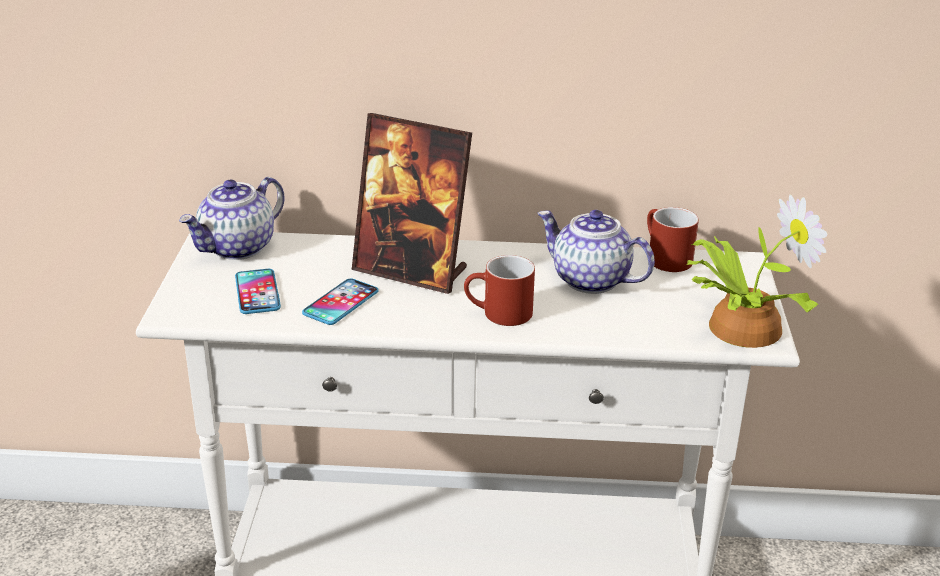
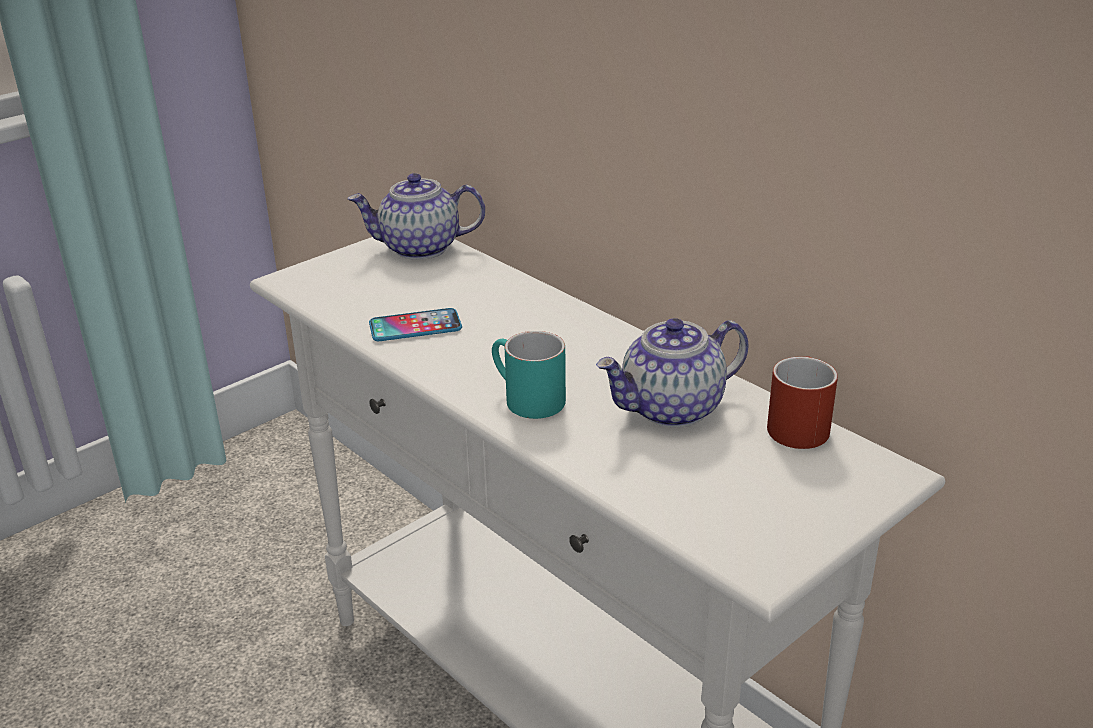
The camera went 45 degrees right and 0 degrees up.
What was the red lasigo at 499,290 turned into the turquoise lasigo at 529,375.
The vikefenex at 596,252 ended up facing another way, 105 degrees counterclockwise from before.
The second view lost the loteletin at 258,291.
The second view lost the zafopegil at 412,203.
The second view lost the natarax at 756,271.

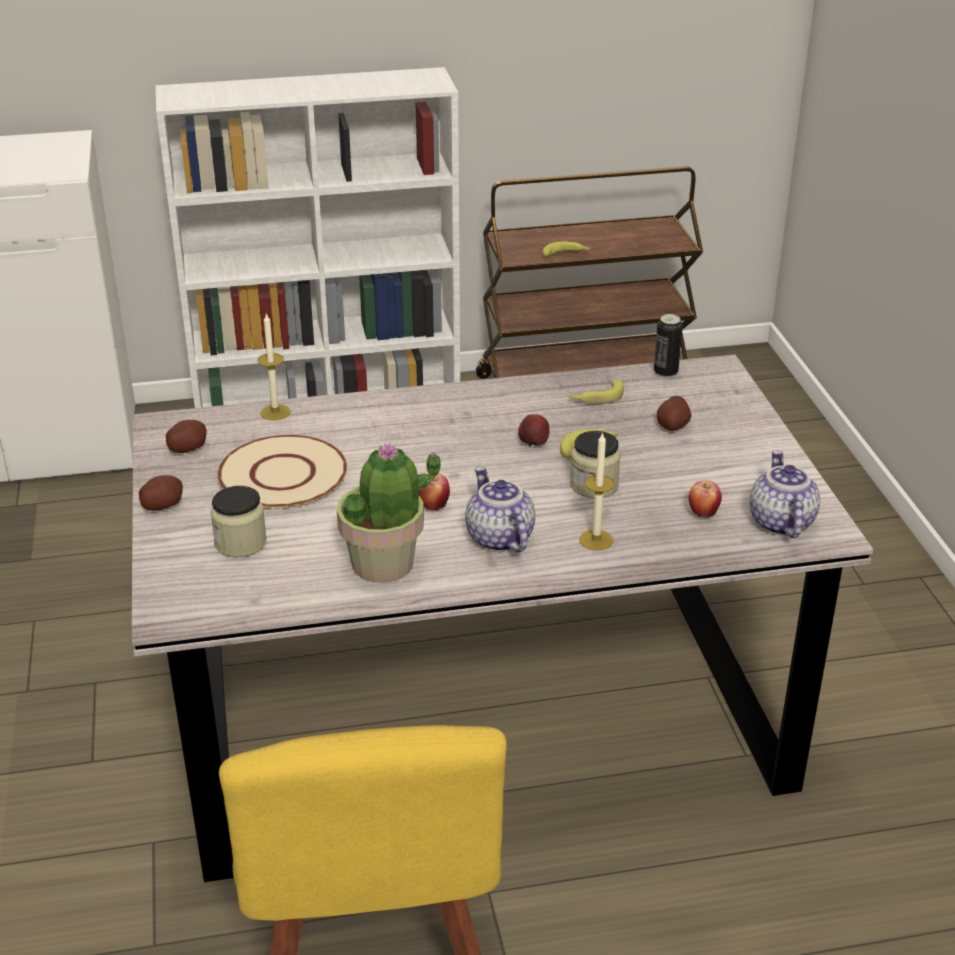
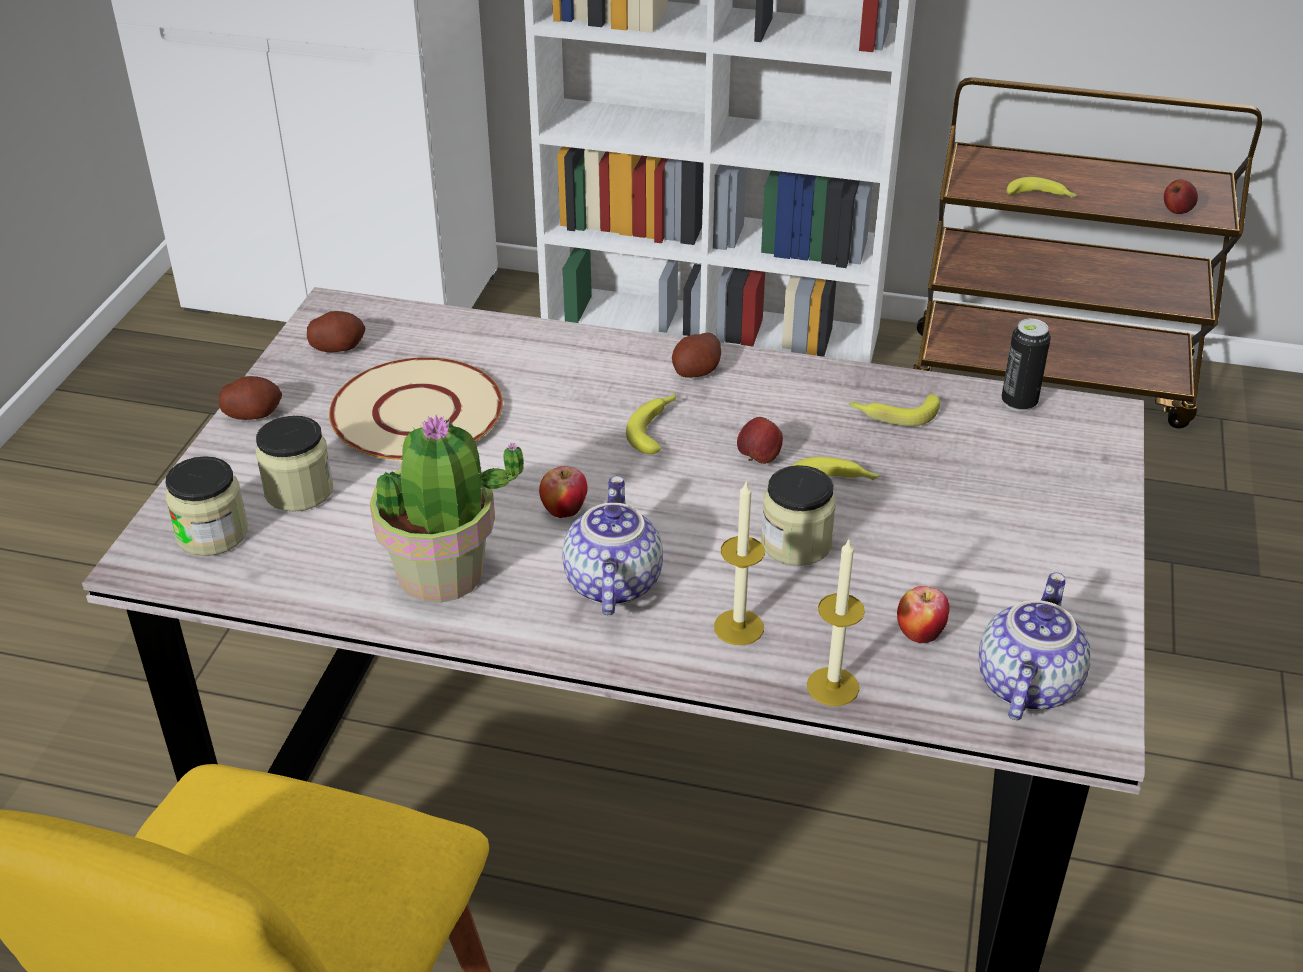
The camera went 25 degrees right and 5 degrees up.
The second view gained the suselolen at 206,506.
The second view gained the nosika at 651,423.
The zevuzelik ended up elsewhere, having gone from 674,413 to 696,355.
The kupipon ended up elsewhere, having gone from 274,366 to 836,622.
The second view gained the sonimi at 1181,196.

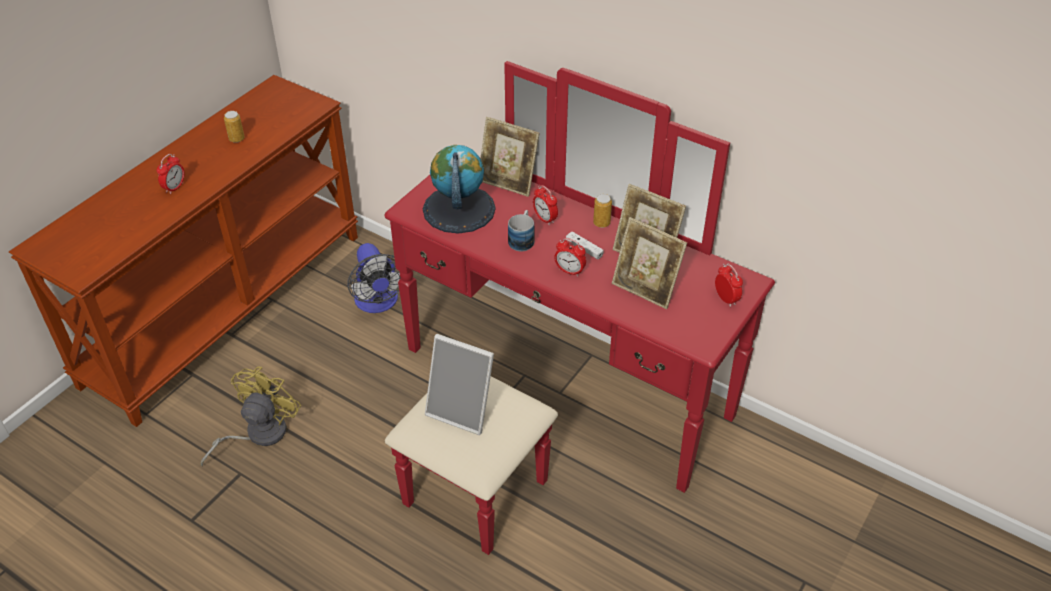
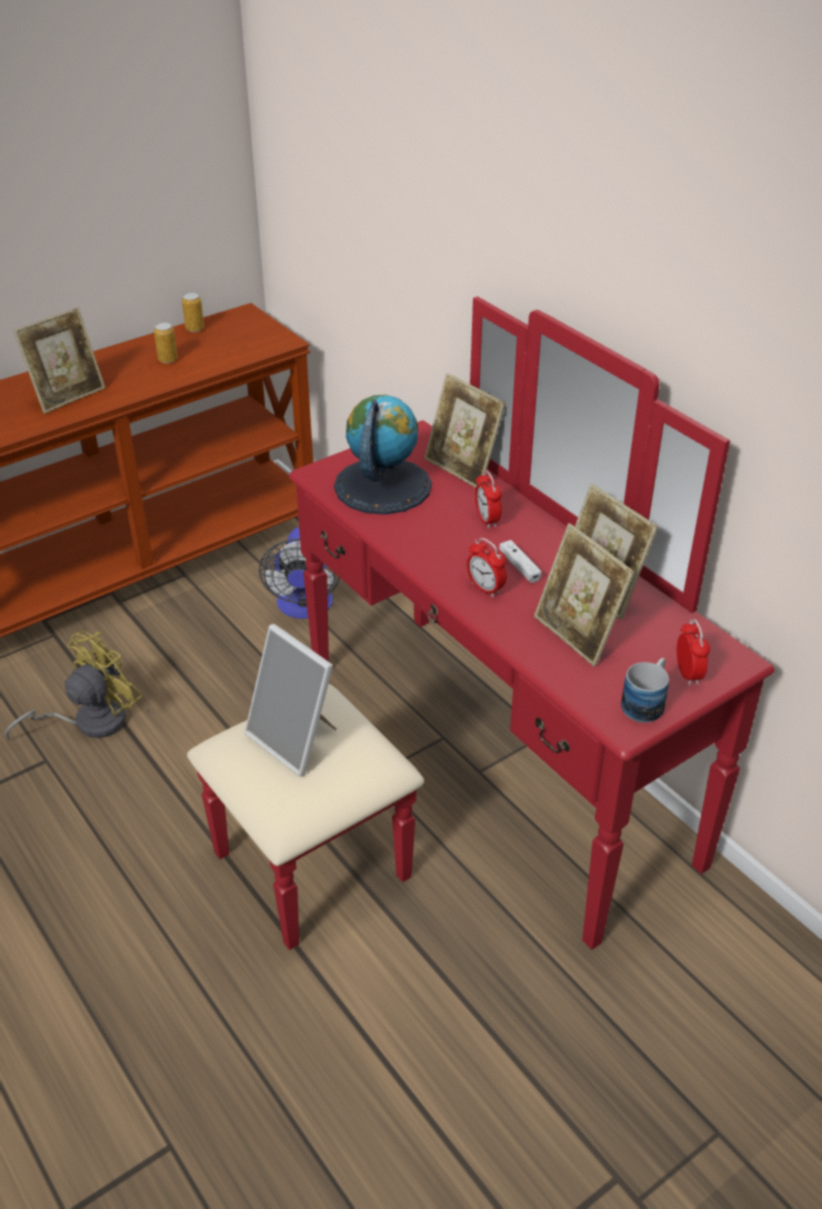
The camera went 20 degrees right and 5 degrees down.
Where the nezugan stood at 170,174, the zafopegil came to stand at 59,361.
The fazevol ended up elsewhere, having gone from 602,211 to 193,312.
The lasigo ended up elsewhere, having gone from 521,230 to 645,690.

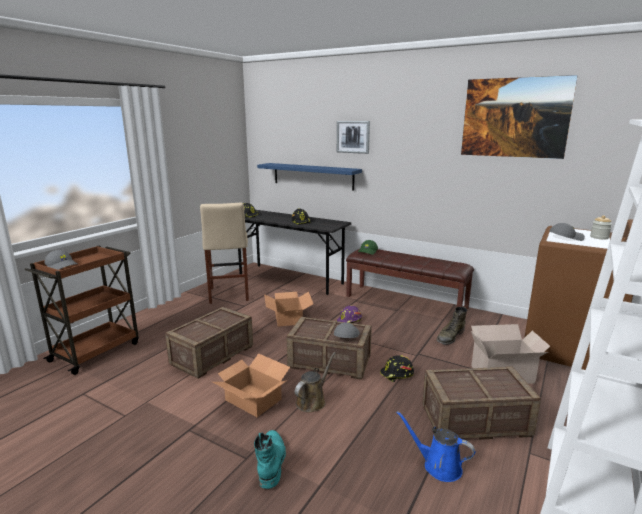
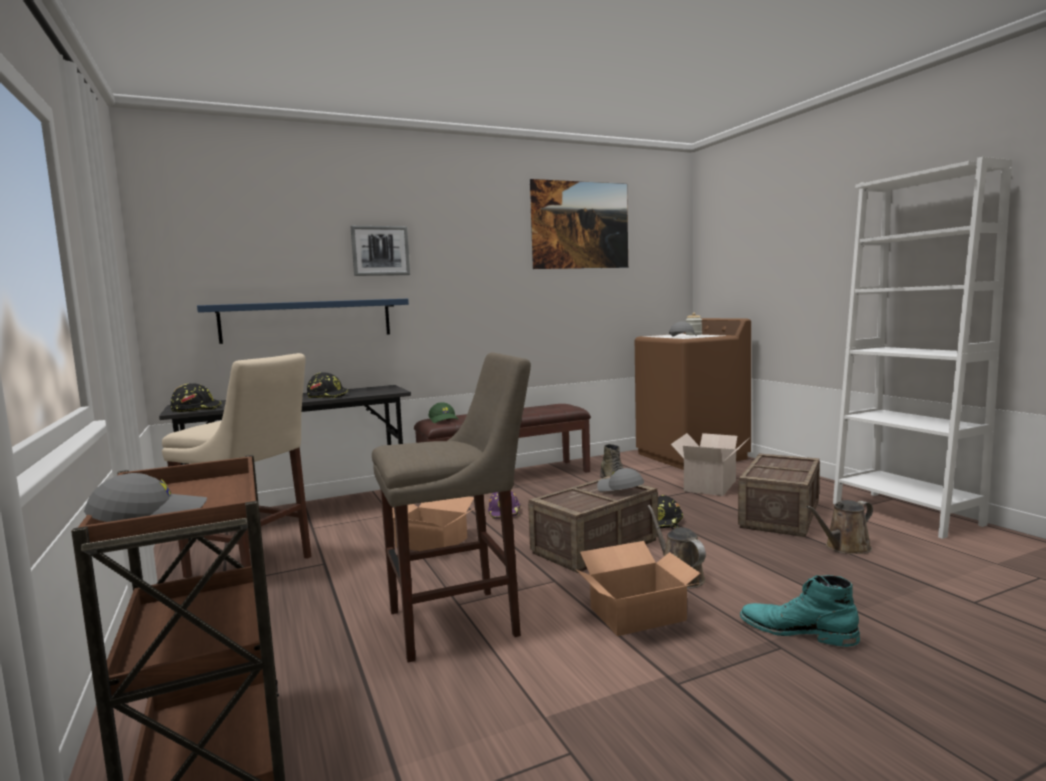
The camera went 55 degrees left and 10 degrees down.
Where the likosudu stood at 209,343, the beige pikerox came to stand at 451,507.
What was the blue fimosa at 435,446 turned into the brown fimosa at 839,527.

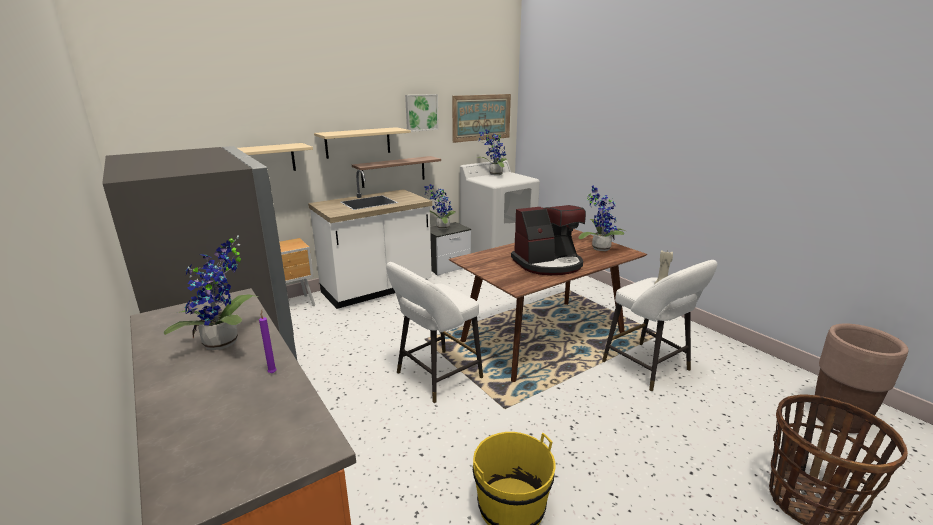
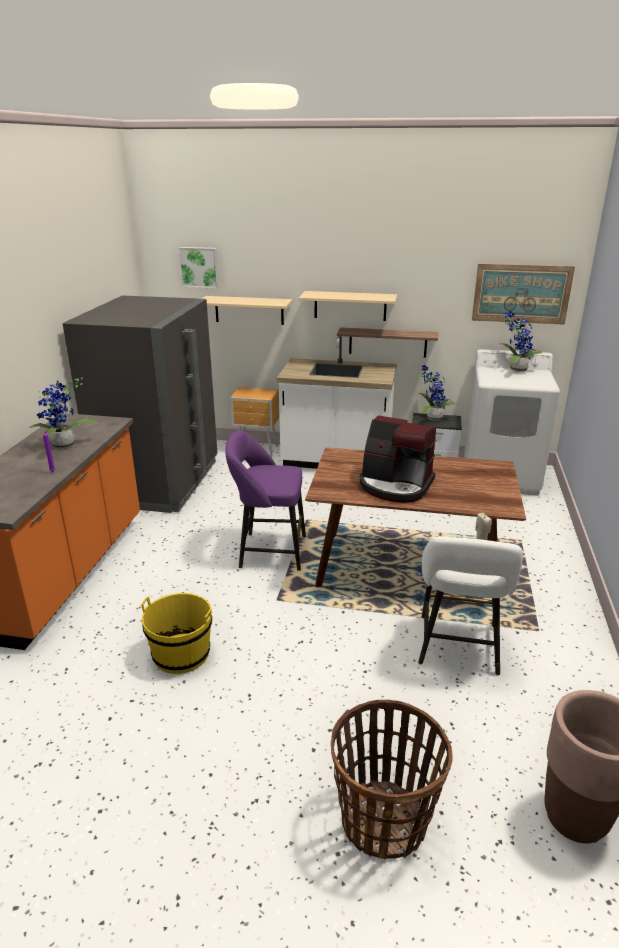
The camera went 45 degrees right and 5 degrees up.
The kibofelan ended up elsewhere, having gone from 422,113 to 198,268.
What was the white pikerox at 434,332 turned into the purple pikerox at 265,500.
The second view lost the natarax at 602,218.

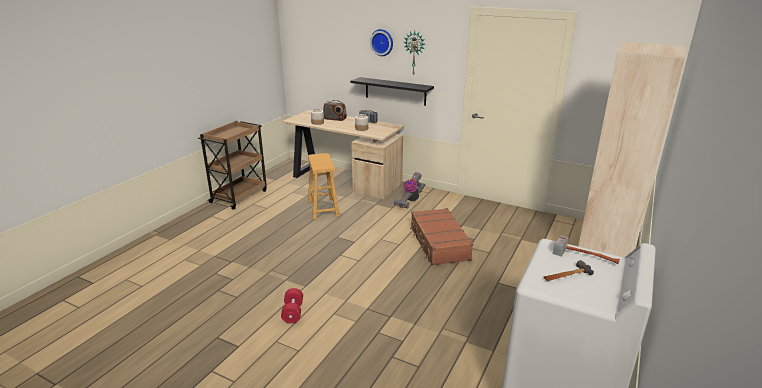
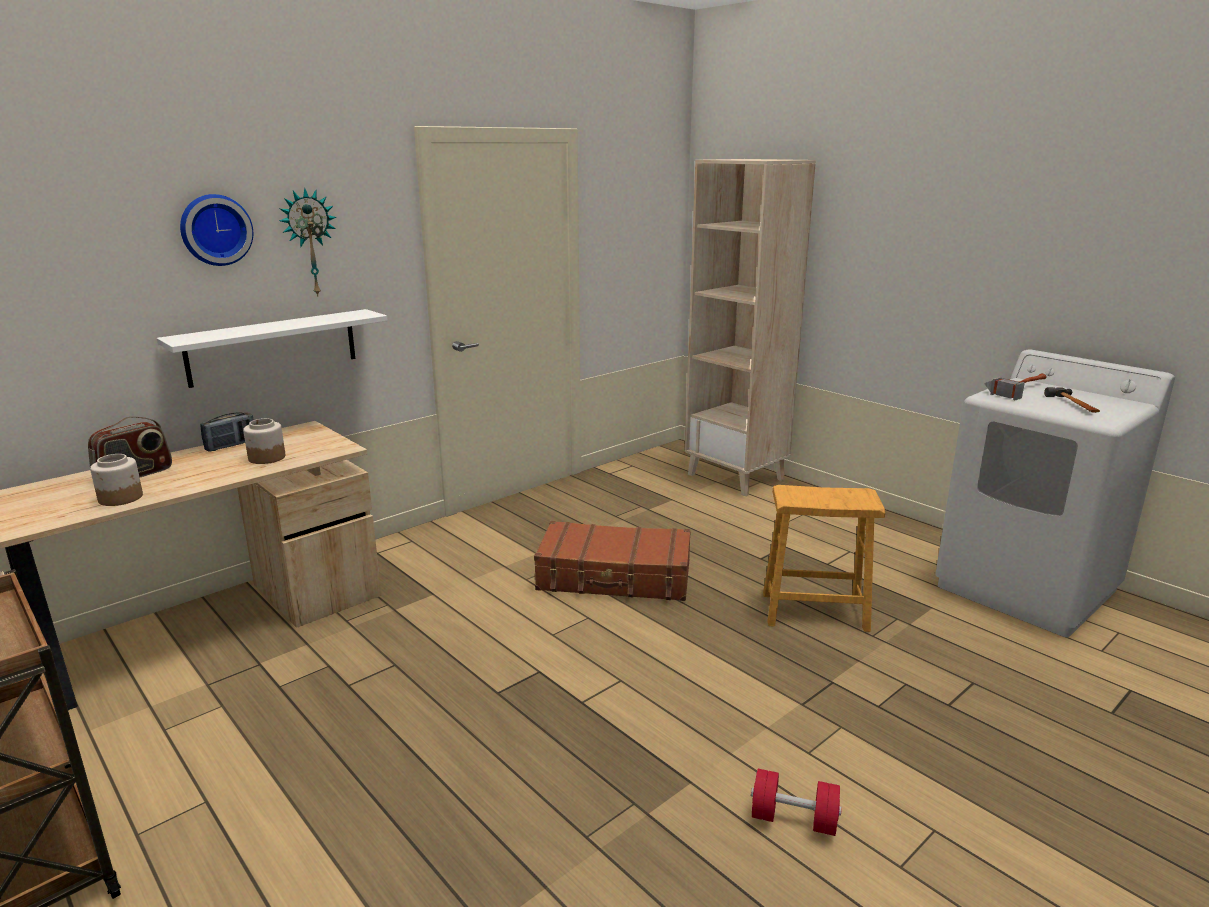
The camera went 70 degrees left and 5 degrees down.
What was the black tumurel at 392,91 turned into the white tumurel at 272,348.
The brown pikerox ended up elsewhere, having gone from 324,186 to 824,558.
The second view lost the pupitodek at 409,190.

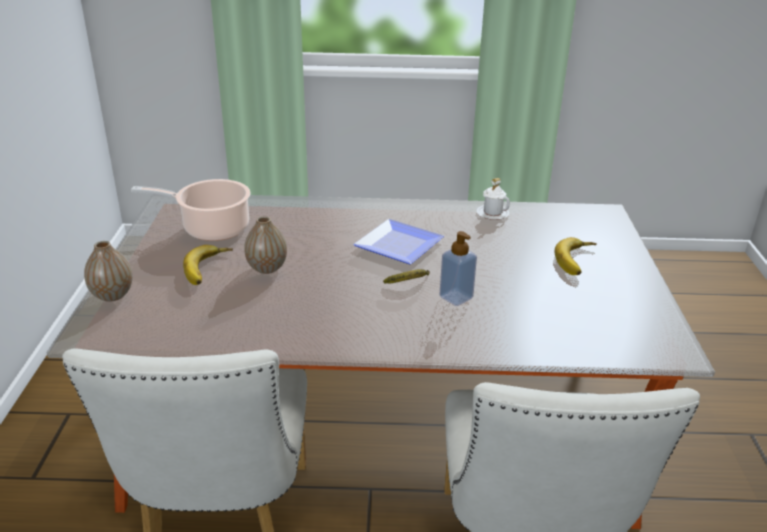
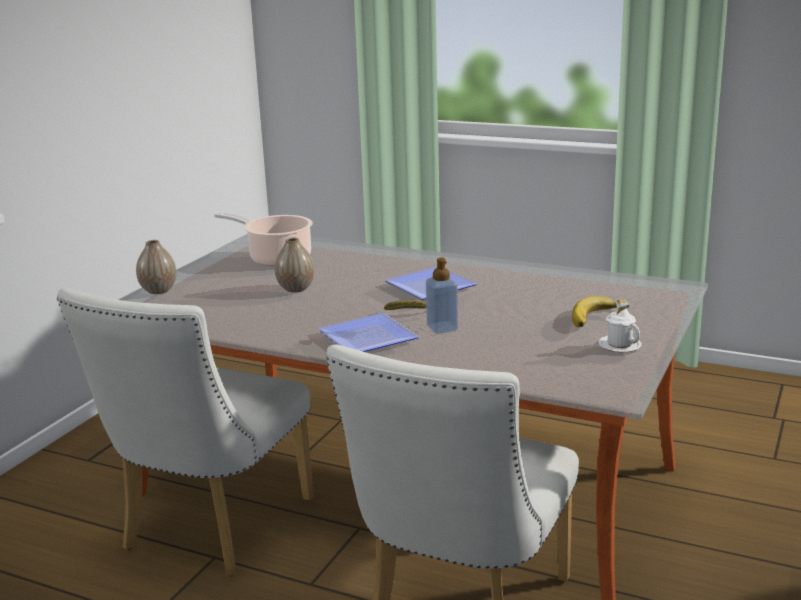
The camera went 25 degrees right and 10 degrees down.
The second view gained the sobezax at 368,332.
The white lasigo ended up elsewhere, having gone from 493,199 to 620,326.
The second view lost the nosika at 208,265.

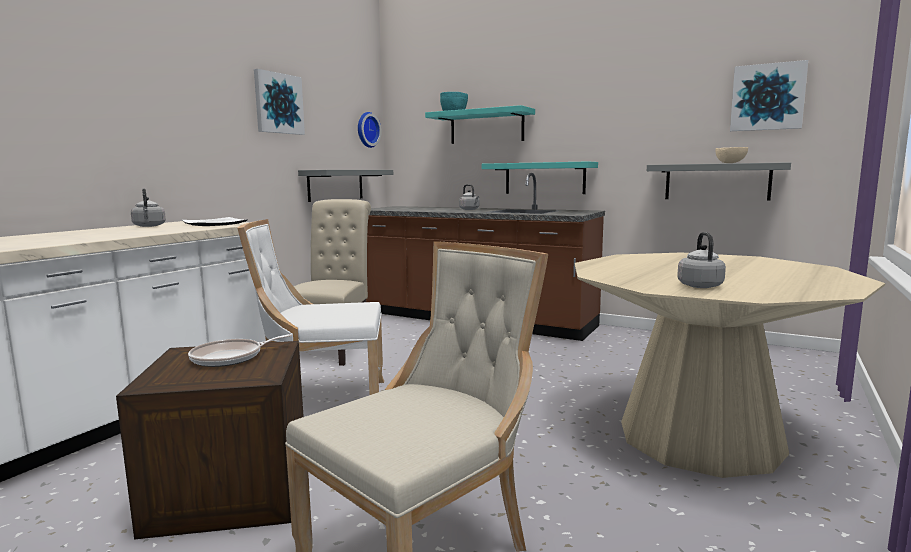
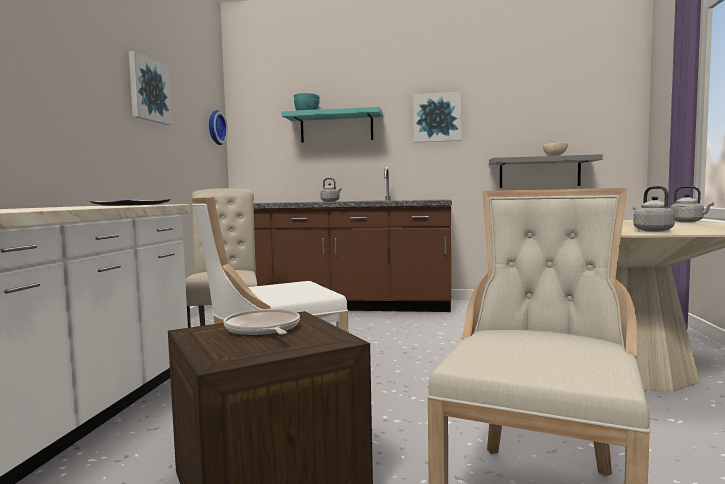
The camera went 20 degrees left and 5 degrees down.
The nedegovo at 240,350 ended up facing another way, 120 degrees clockwise from before.
The kibofelan ended up elsewhere, having gone from 769,95 to 437,117.
The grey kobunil ended up elsewhere, having gone from 148,207 to 692,204.
The second view lost the grey tumurel at 345,186.
The second view lost the turquoise tumurel at 540,177.

